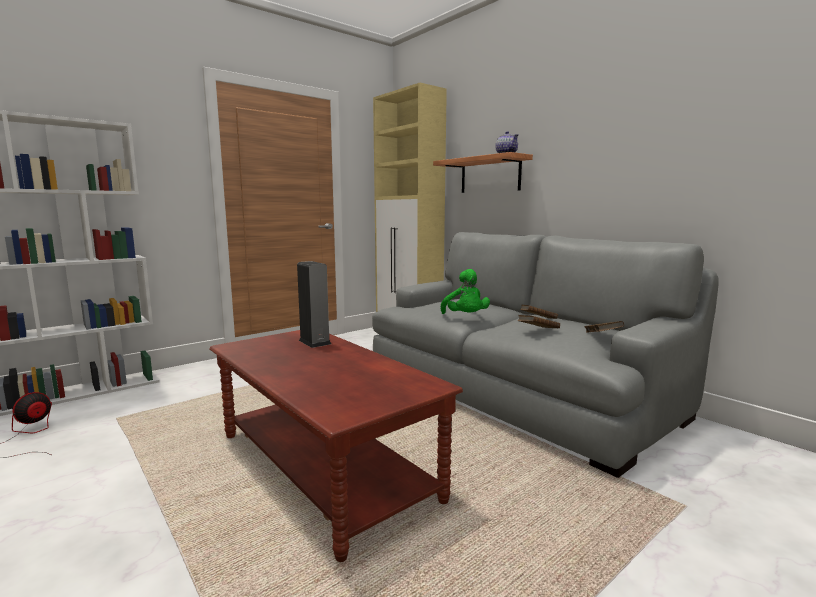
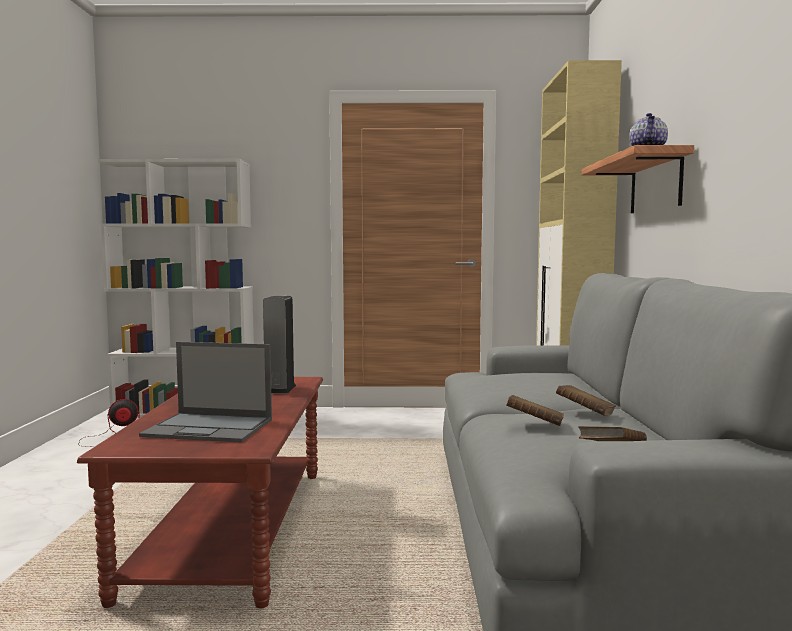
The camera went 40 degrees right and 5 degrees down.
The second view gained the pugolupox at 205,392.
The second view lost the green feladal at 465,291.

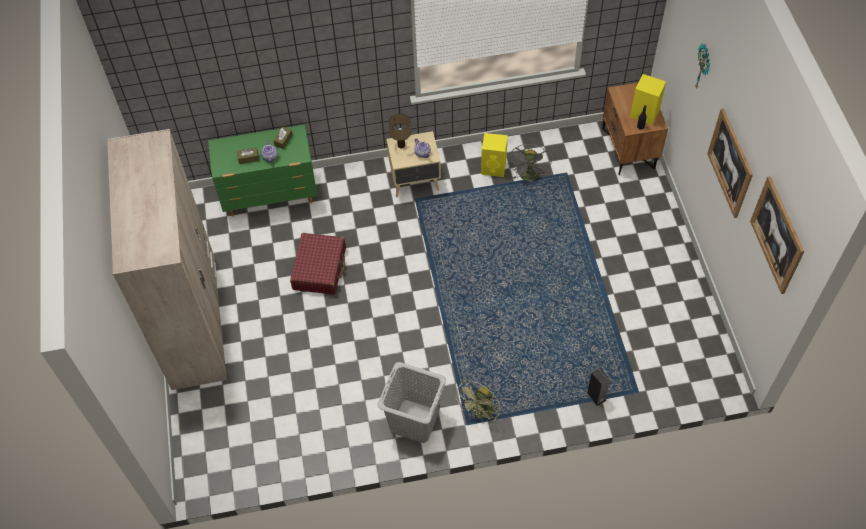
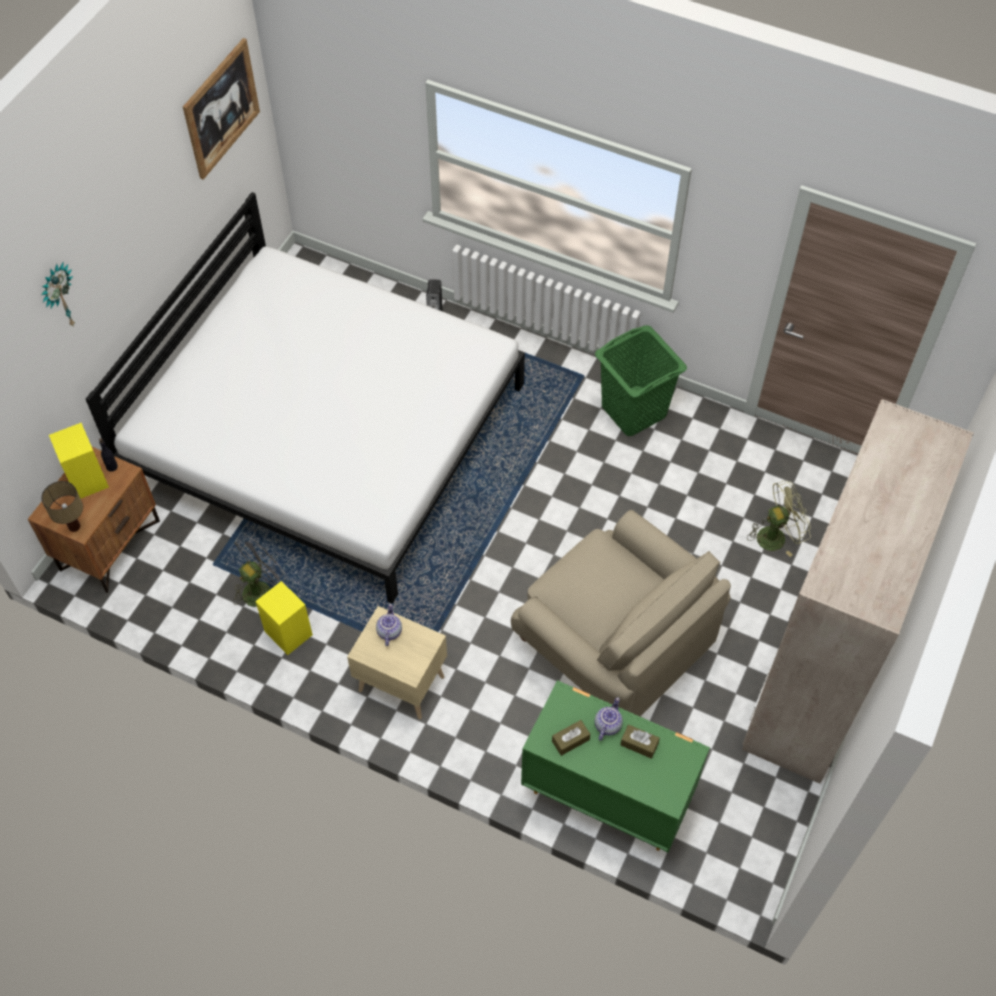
The camera went 145 degrees left and 0 degrees up.
The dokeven ended up elsewhere, having gone from 400,130 to 62,506.
The second view gained the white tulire at 305,398.
Where the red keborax stood at 318,264, the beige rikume came to stand at 621,613.
What was the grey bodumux at 412,402 turned into the green bodumux at 641,380.
The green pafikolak ended up elsewhere, having gone from 478,401 to 779,518.
The second view lost the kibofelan at 730,163.

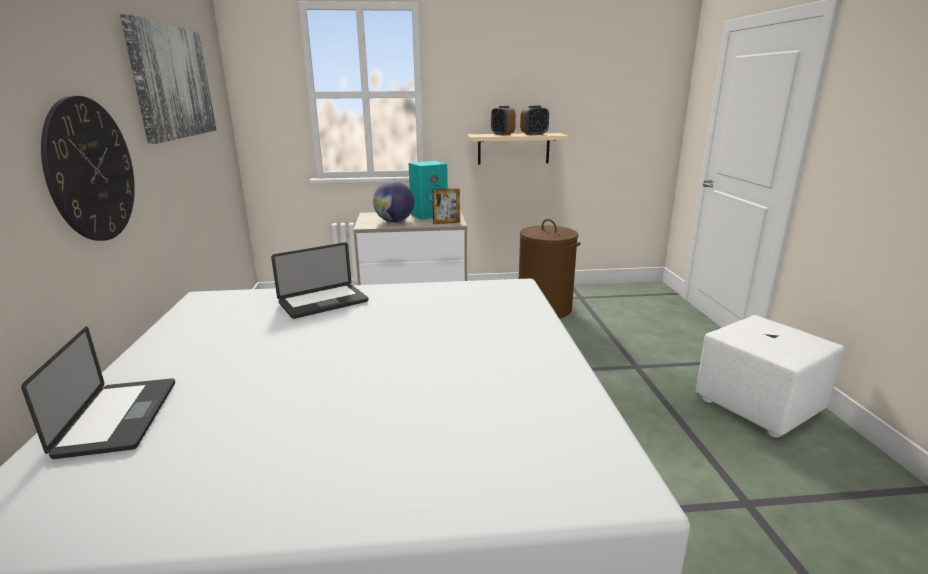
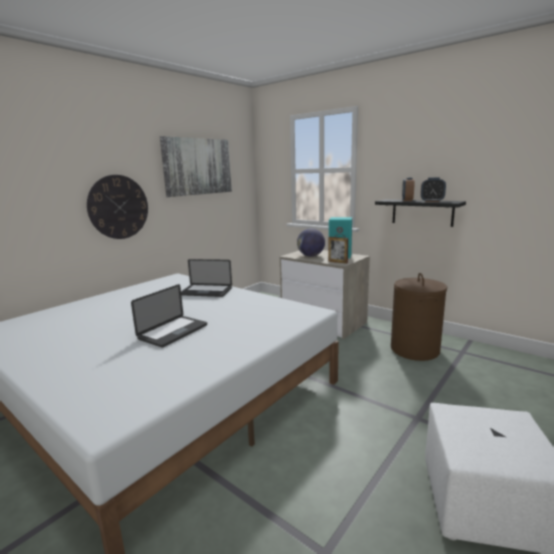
The camera went 45 degrees right and 5 degrees down.
The pugolupox ended up elsewhere, having gone from 98,393 to 169,316.
What was the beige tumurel at 518,149 turned into the black tumurel at 420,213.

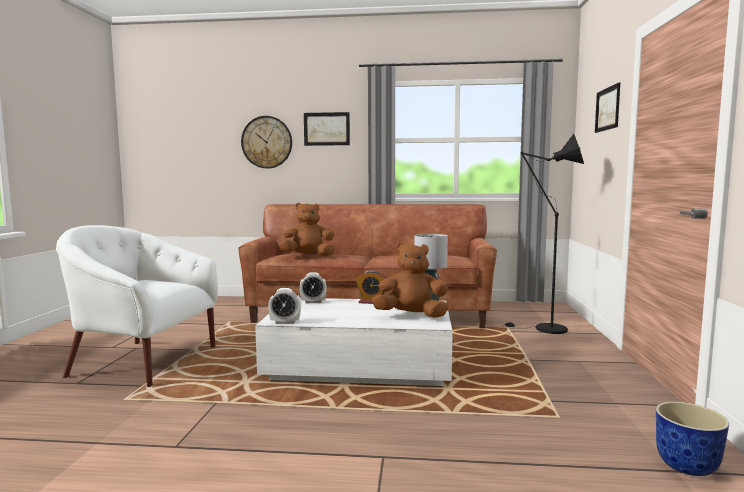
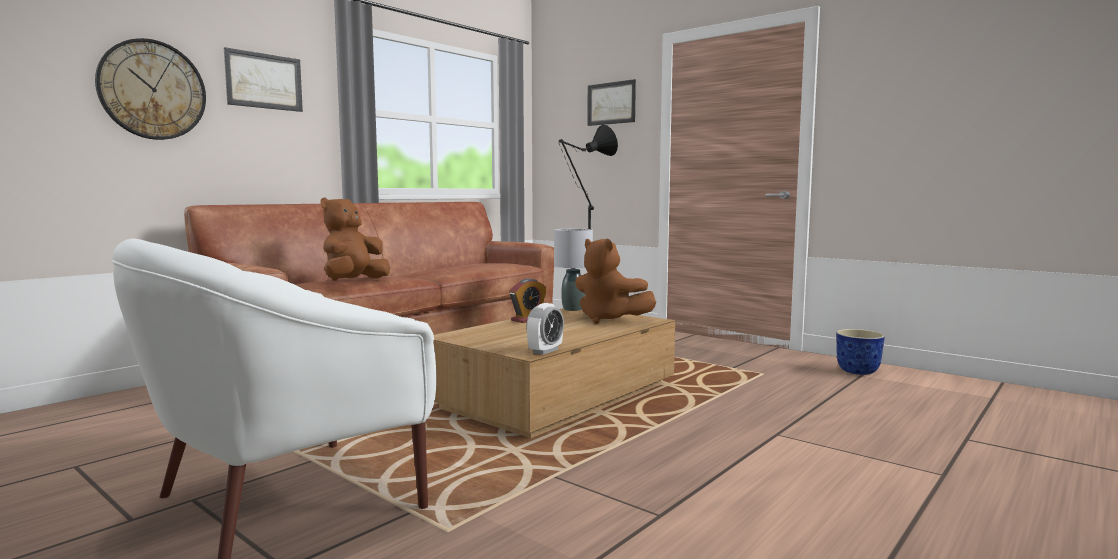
The camera went 55 degrees left and 0 degrees up.
What was the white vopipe at 354,342 turned into the brown vopipe at 554,373.
The brown feladal at 409,280 ended up facing another way, 90 degrees counterclockwise from before.
The second view lost the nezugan at 313,287.

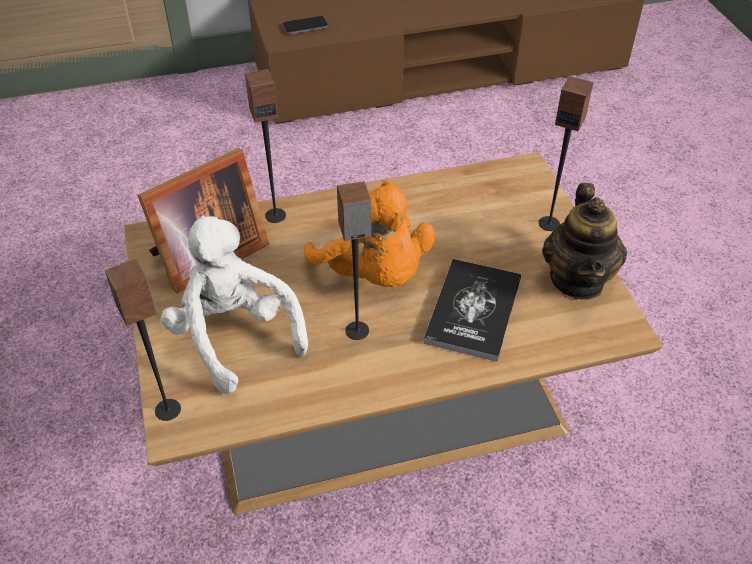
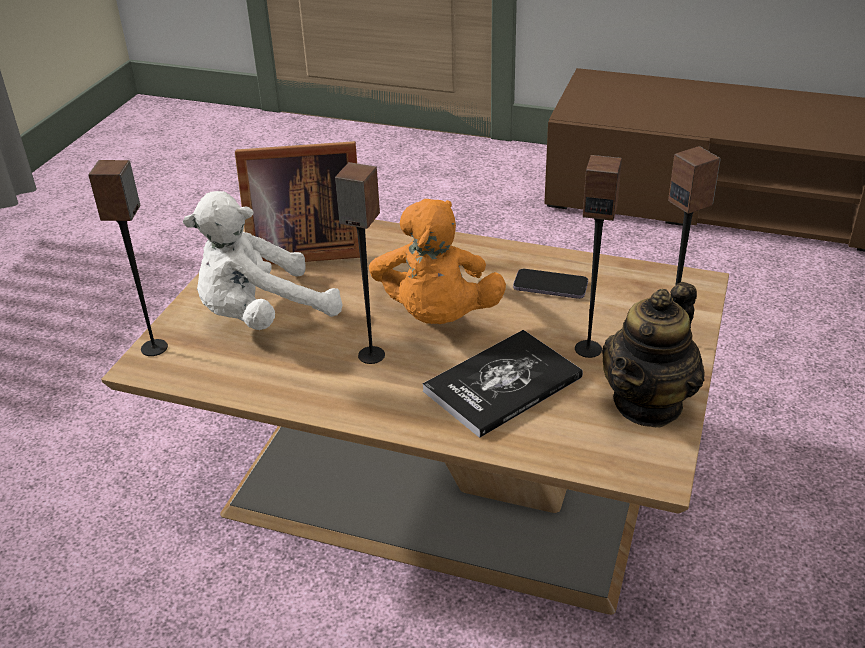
The camera went 35 degrees right and 10 degrees down.
The white feladal at 234,305 ended up facing another way, 120 degrees counterclockwise from before.
The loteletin ended up elsewhere, having gone from 305,25 to 550,284.
The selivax ended up elsewhere, having gone from 265,146 to 598,256.

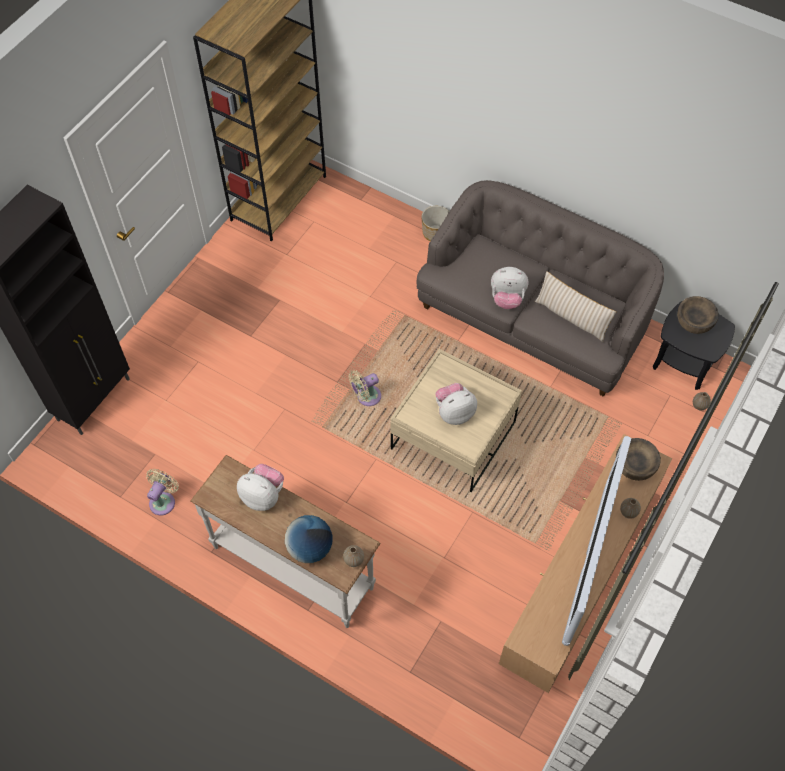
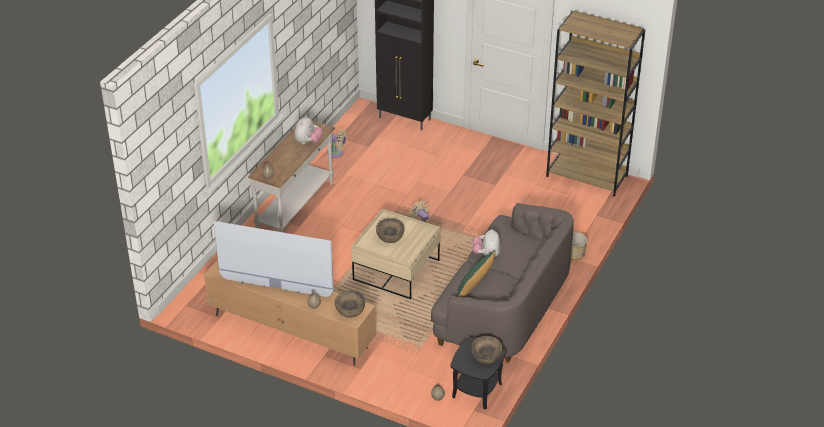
The camera went 85 degrees right and 20 degrees down.
Where the feladal stood at 456,404, the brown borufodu came to stand at 390,230.
What was the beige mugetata at 575,306 turned into the green mugetata at 476,274.
The second view lost the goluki at 308,539.

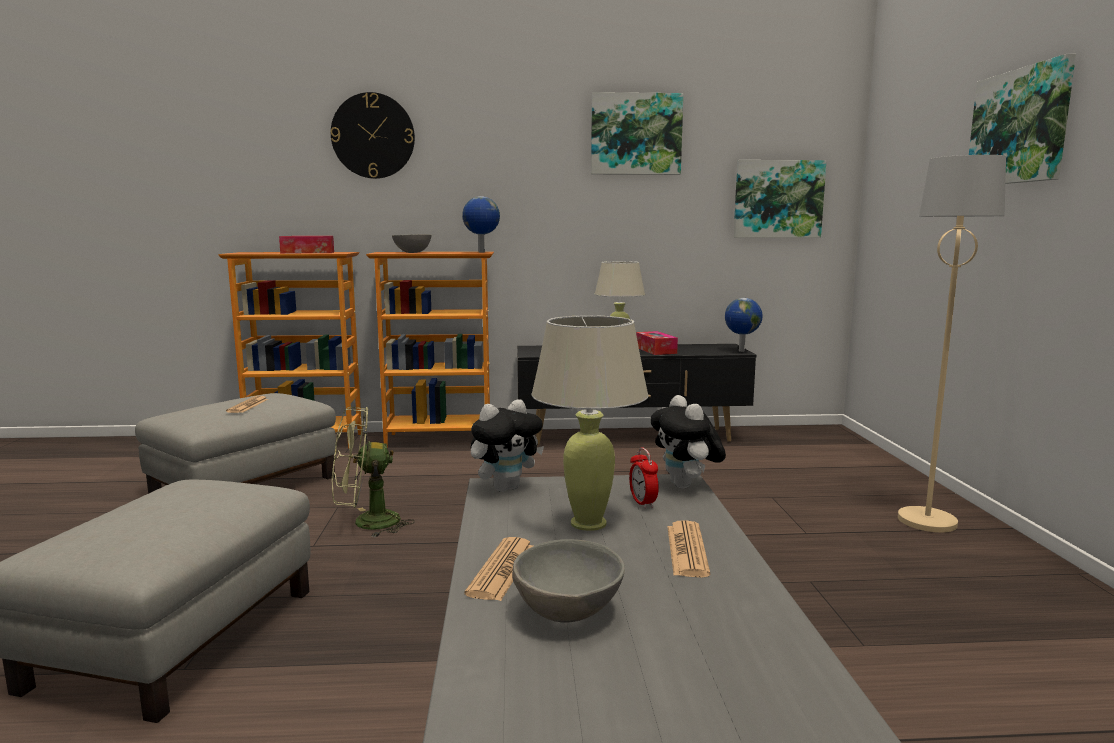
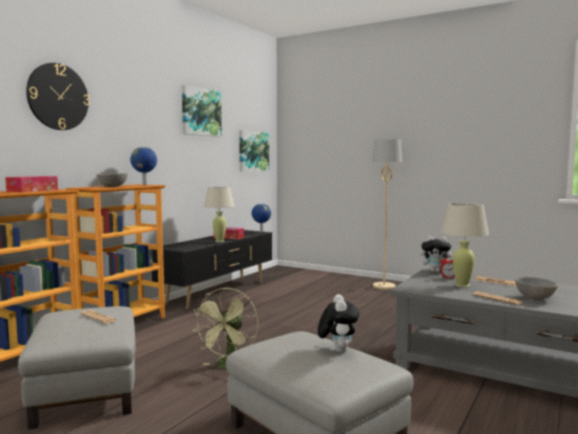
The camera went 55 degrees left and 5 degrees down.
The feladal ended up elsewhere, having gone from 507,445 to 339,323.
The second view lost the kibofelan at 1022,119.

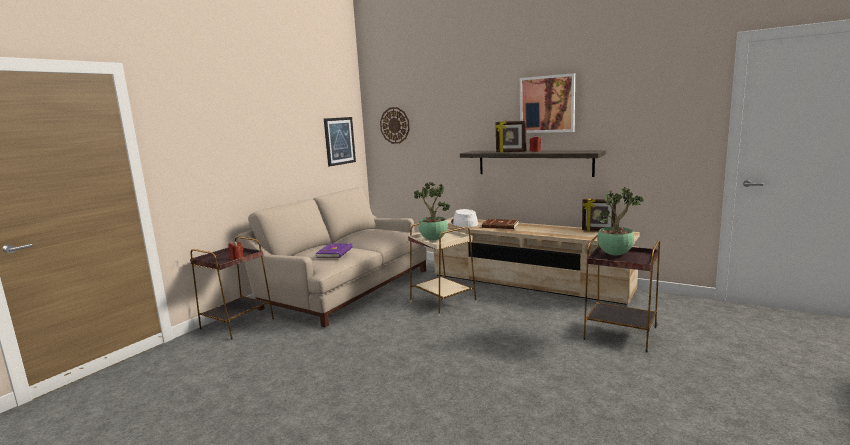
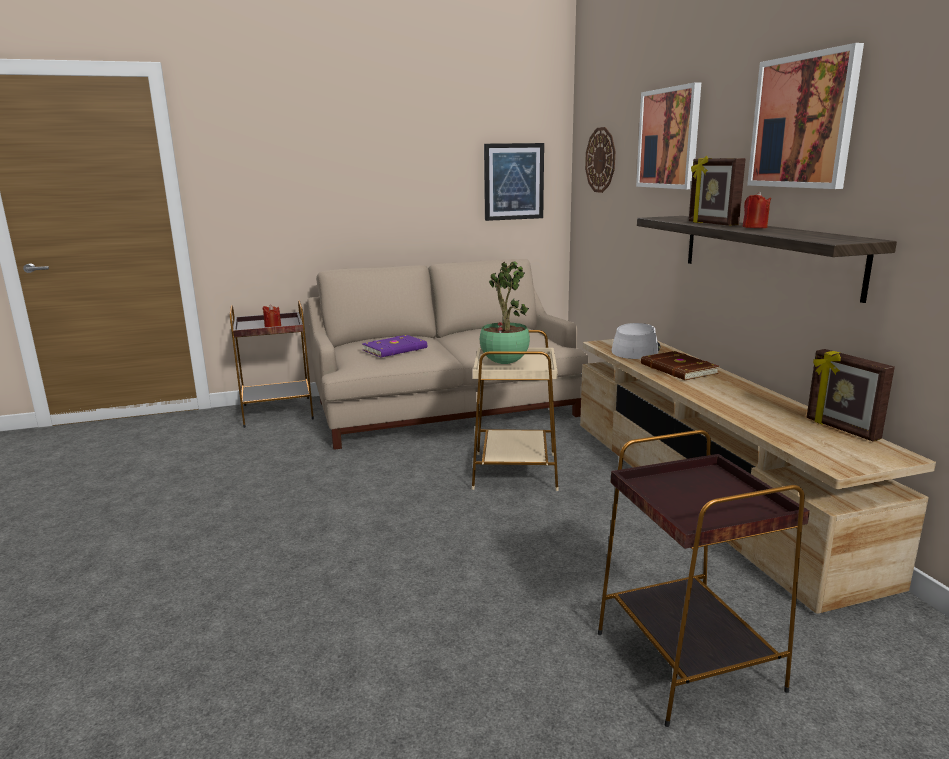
The camera went 40 degrees right and 5 degrees up.
The second view gained the kibofelan at 668,135.
The second view lost the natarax at 620,221.

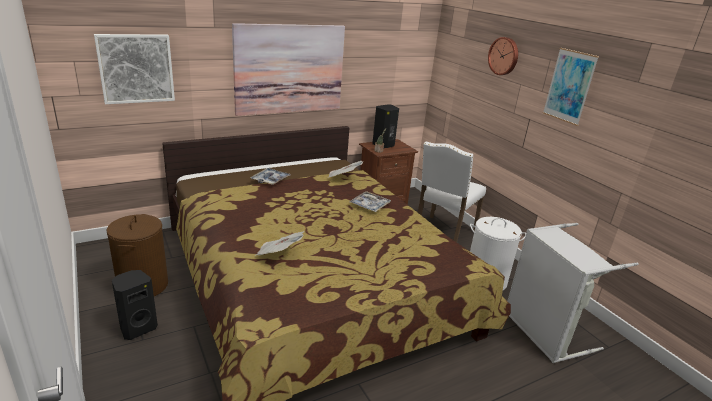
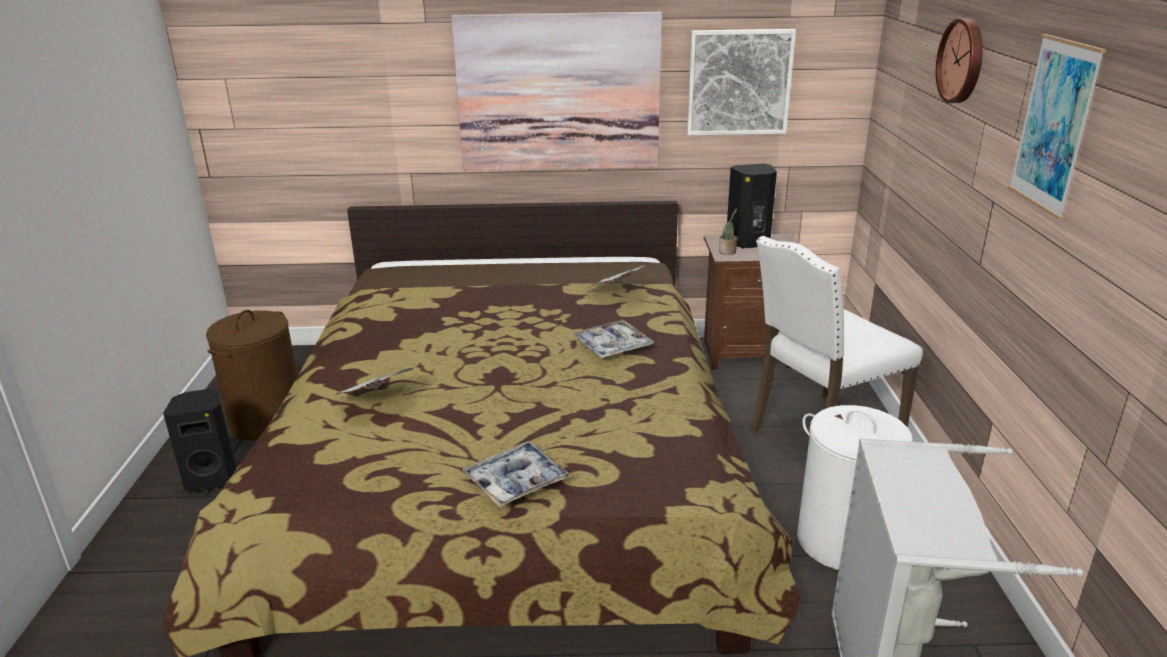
The camera went 30 degrees right and 0 degrees up.
The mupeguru ended up elsewhere, having gone from 270,176 to 517,474.
The kibofelan ended up elsewhere, having gone from 134,69 to 741,82.

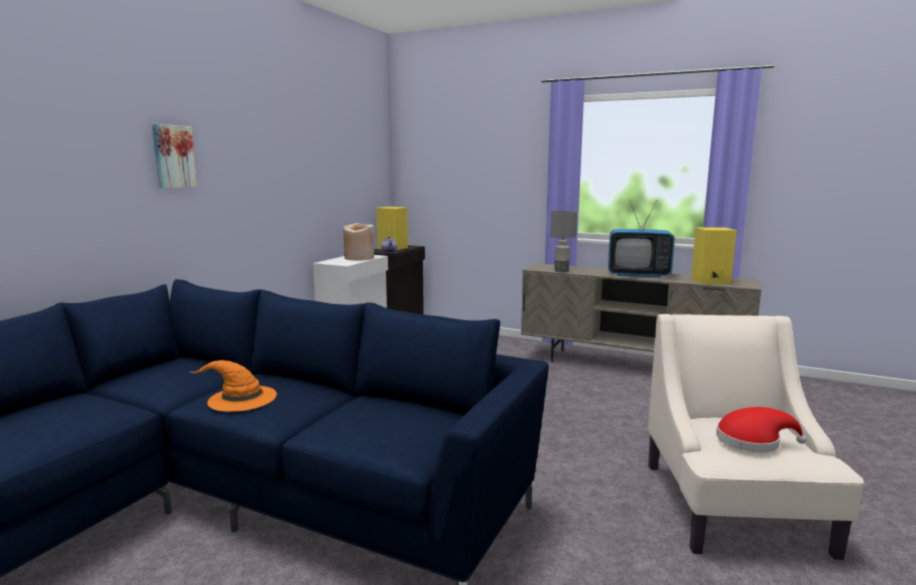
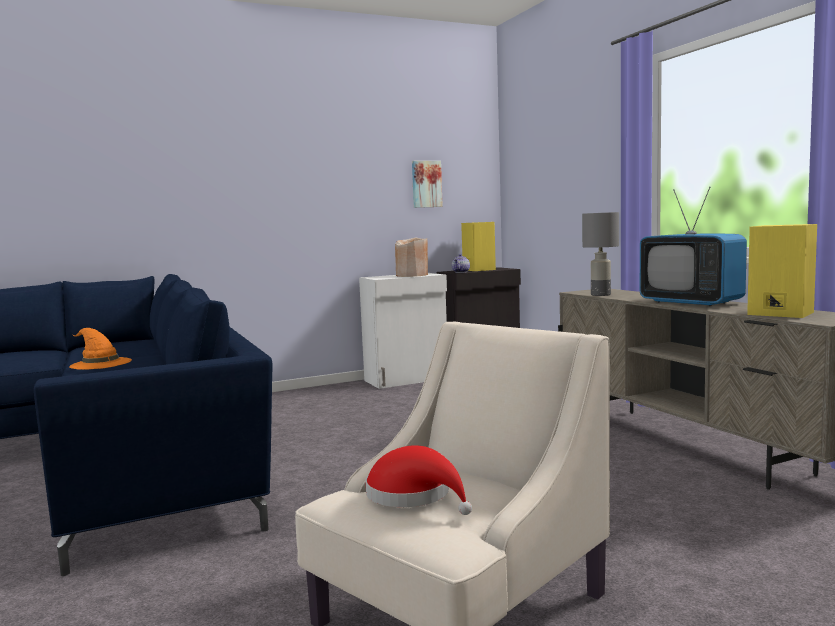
The camera went 40 degrees right and 5 degrees down.
The kibofelan ended up elsewhere, having gone from 174,156 to 427,184.

